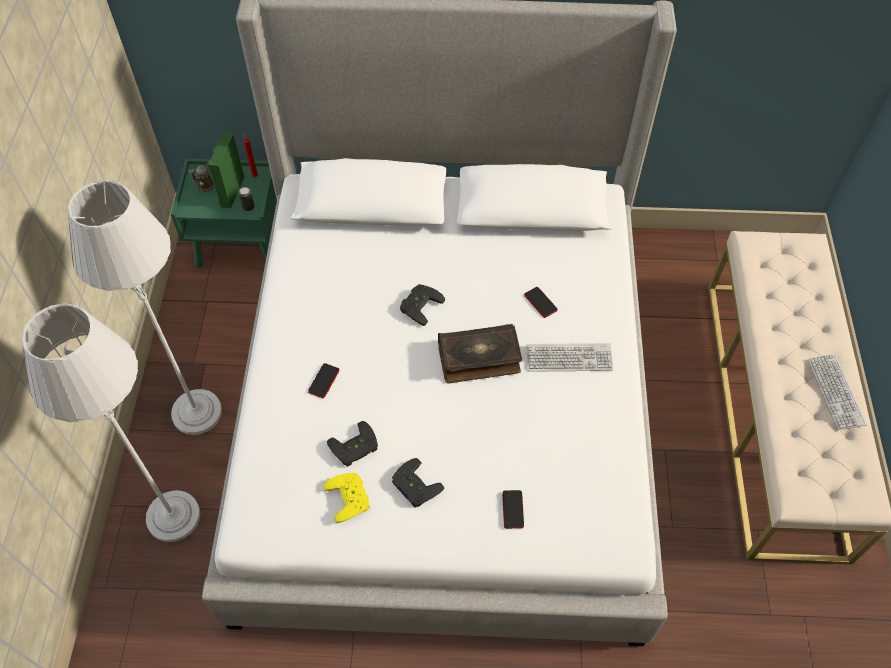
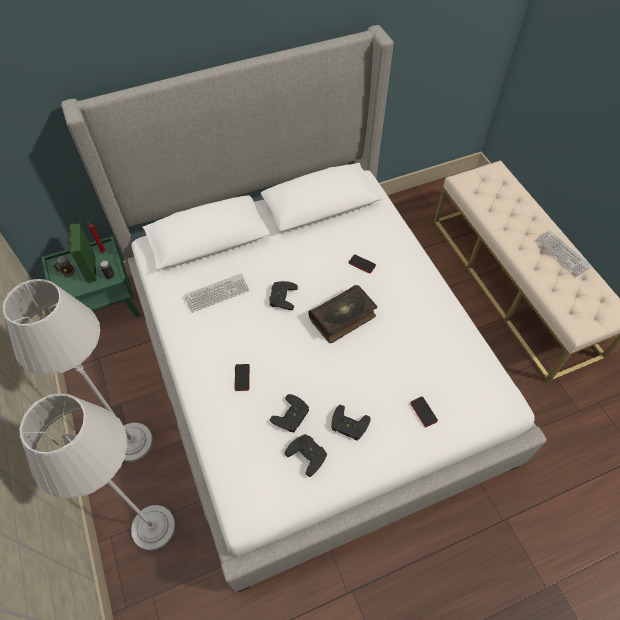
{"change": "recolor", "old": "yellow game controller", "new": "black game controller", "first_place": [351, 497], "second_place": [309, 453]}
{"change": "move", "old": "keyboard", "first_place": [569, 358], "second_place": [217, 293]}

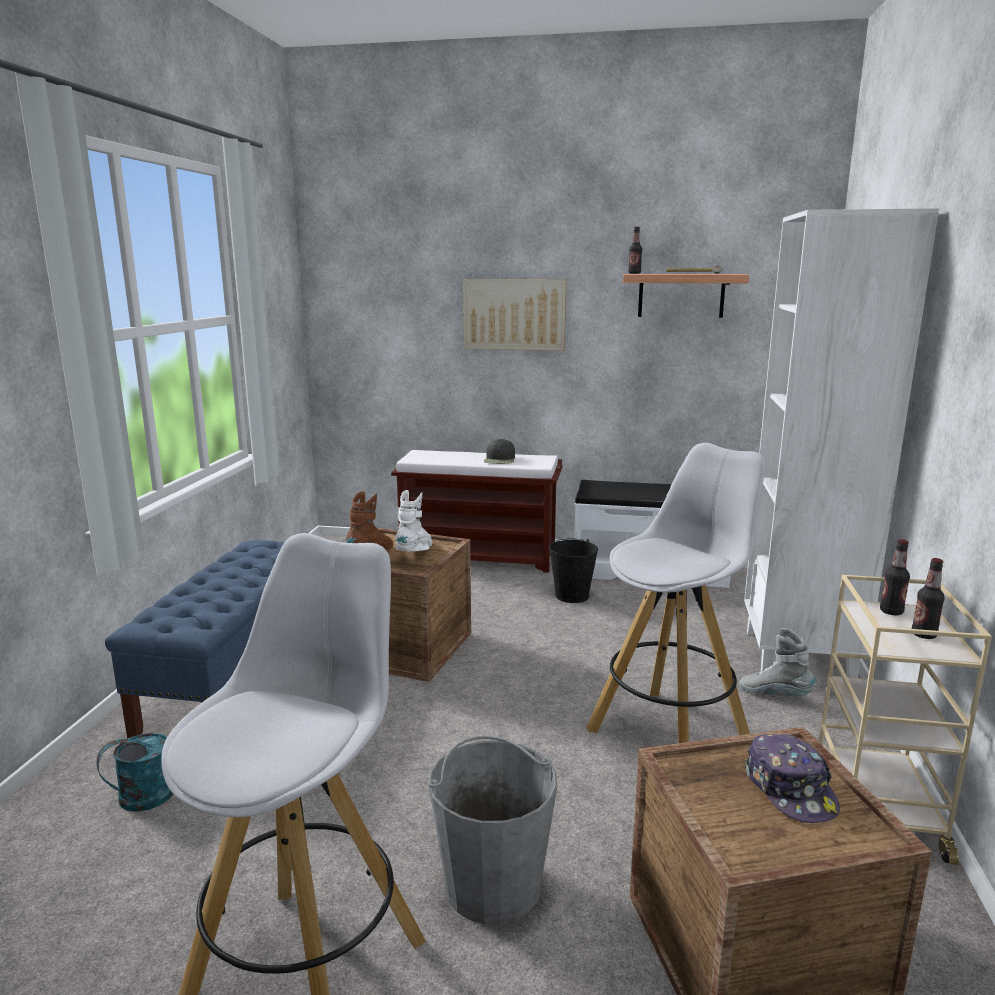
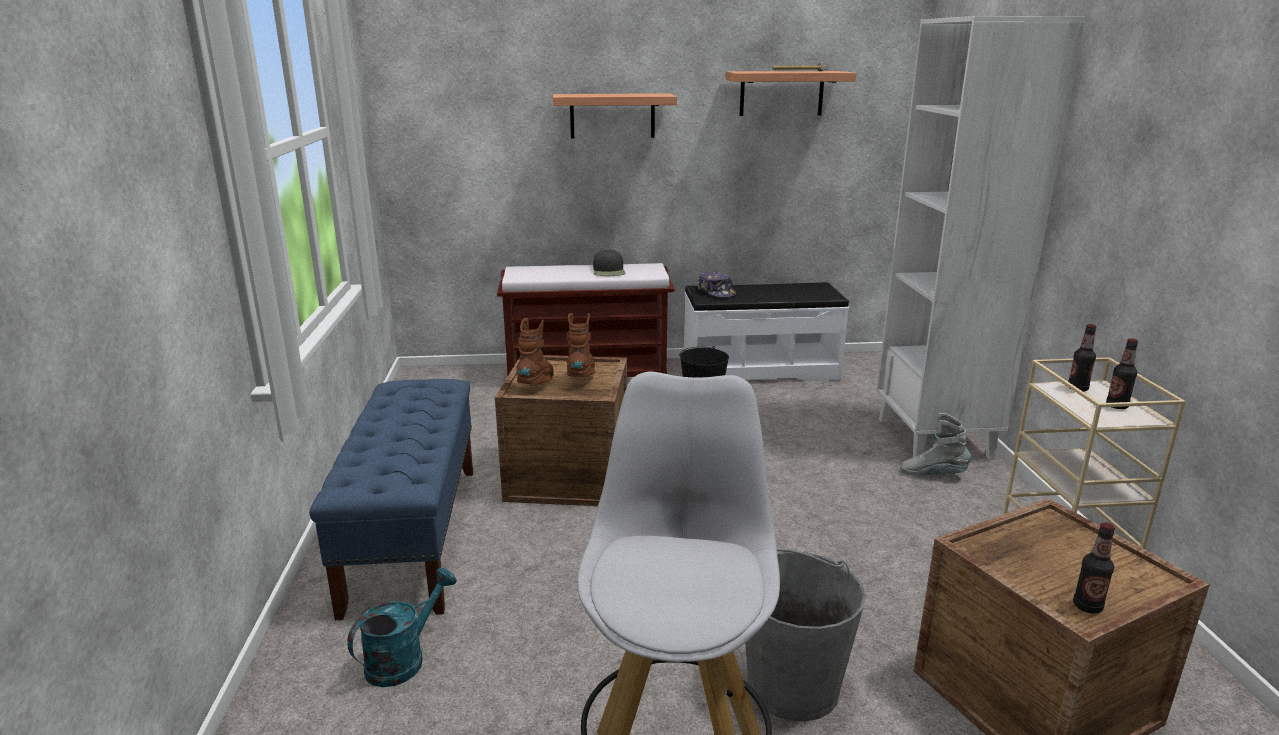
{"change": "recolor", "old": "white boot", "new": "brown boot", "first_place": [416, 553], "second_place": [582, 377]}
{"change": "replace", "old": "picture", "new": "shelf", "first_place": [514, 314], "second_place": [612, 116]}
{"change": "delete", "old": "white stool", "first_place": [669, 733]}
{"change": "move", "old": "bottle", "first_place": [634, 273], "second_place": [1087, 606]}
{"change": "move", "old": "cap", "first_place": [790, 789], "second_place": [716, 292]}

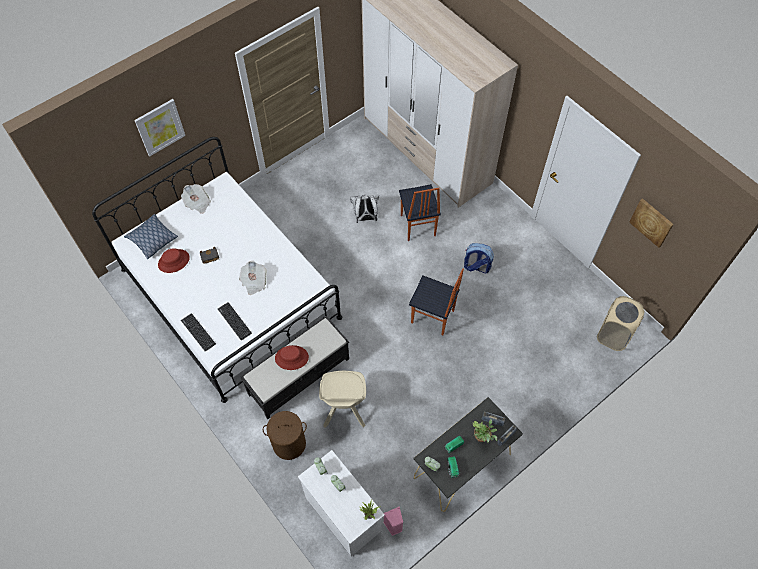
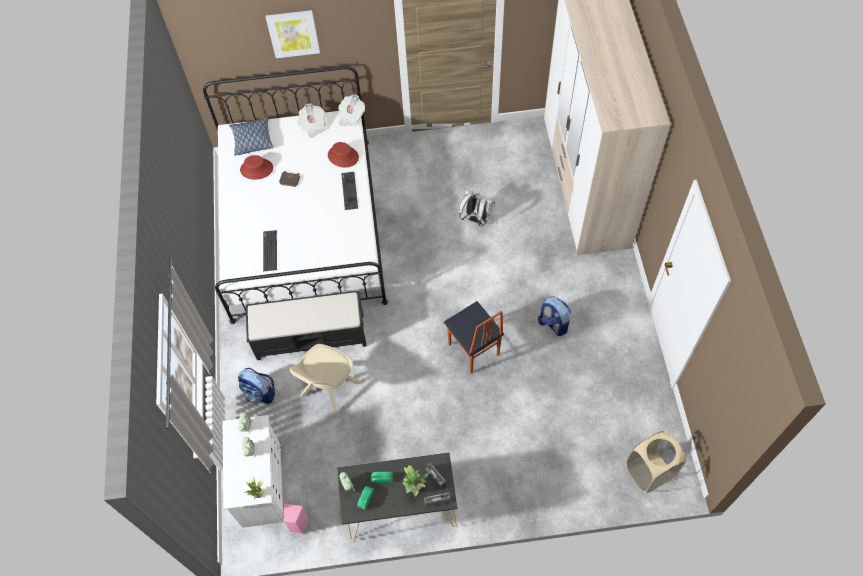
{"change": "move", "old": "keyboard", "first_place": [198, 332], "second_place": [349, 191]}
{"change": "move", "old": "newspaper", "first_place": [254, 282], "second_place": [351, 116]}
{"change": "replace", "old": "brown laundry basket", "new": "backpack", "first_place": [289, 443], "second_place": [260, 393]}
{"change": "move", "old": "red hat", "first_place": [291, 358], "second_place": [343, 156]}
{"change": "delete", "old": "chair", "first_place": [417, 225]}
{"change": "delete", "old": "picture", "first_place": [652, 222]}

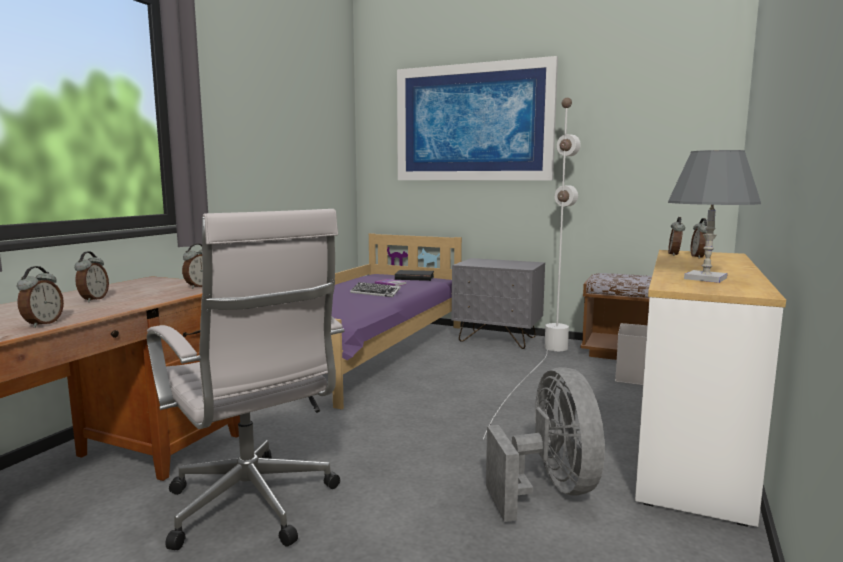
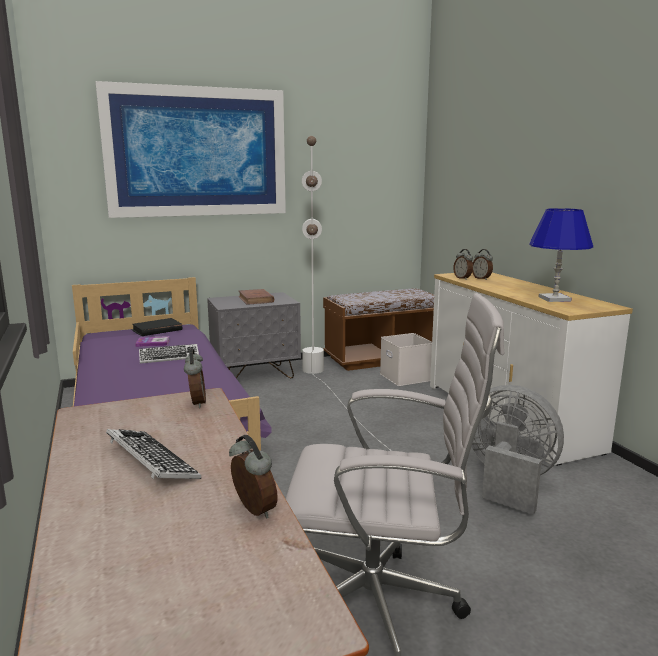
{"change": "replace", "old": "alarm clock", "new": "keyboard", "first_place": [93, 299], "second_place": [151, 462]}
{"change": "recolor", "old": "grey table lamp", "new": "blue table lamp", "first_place": [705, 278], "second_place": [554, 299]}
{"change": "insert", "new": "brown book", "second_place": [256, 299]}

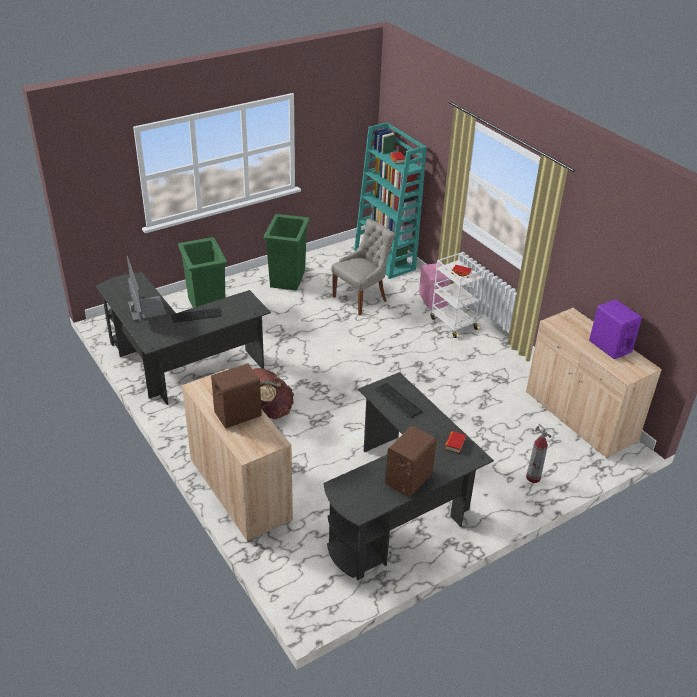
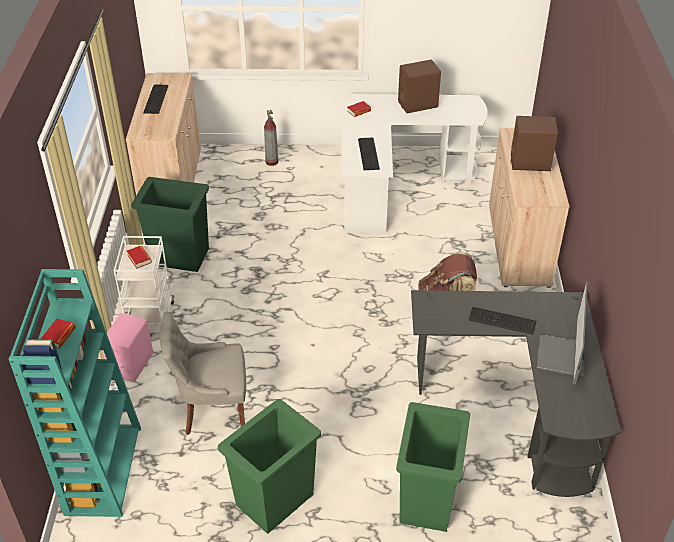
{"change": "recolor", "old": "black desk", "new": "white desk", "first_place": [401, 508], "second_place": [395, 183]}
{"change": "replace", "old": "purple speaker", "new": "keyboard", "first_place": [610, 346], "second_place": [155, 99]}
{"change": "insert", "new": "green trash can", "second_place": [179, 256]}

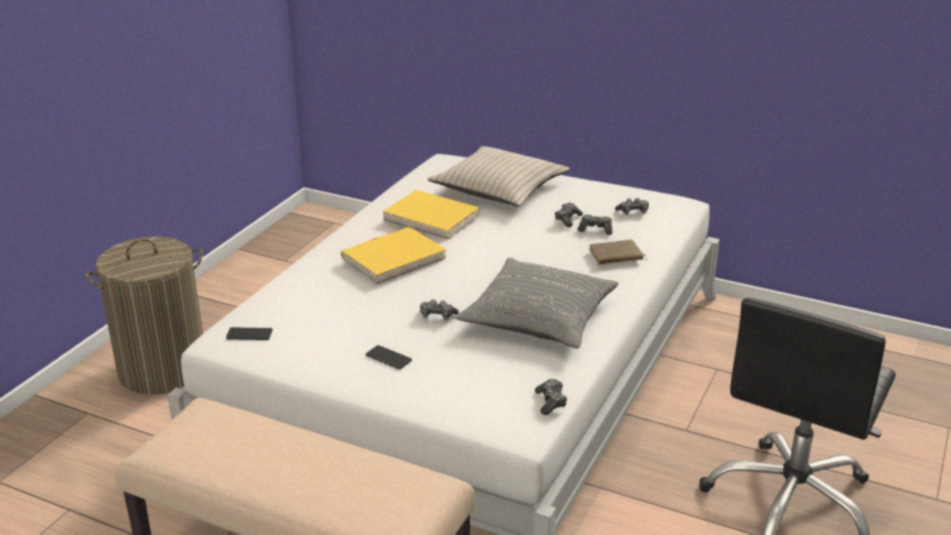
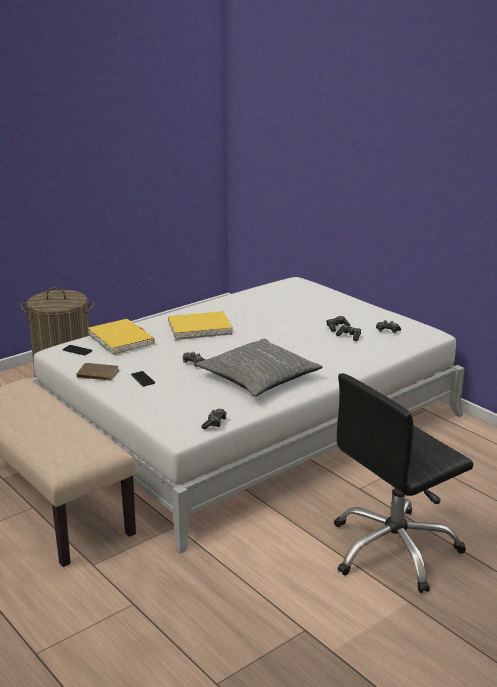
{"change": "move", "old": "yellow book", "first_place": [431, 218], "second_place": [121, 339]}
{"change": "delete", "old": "beige pillow", "first_place": [499, 188]}
{"change": "move", "old": "brown book", "first_place": [616, 256], "second_place": [97, 375]}

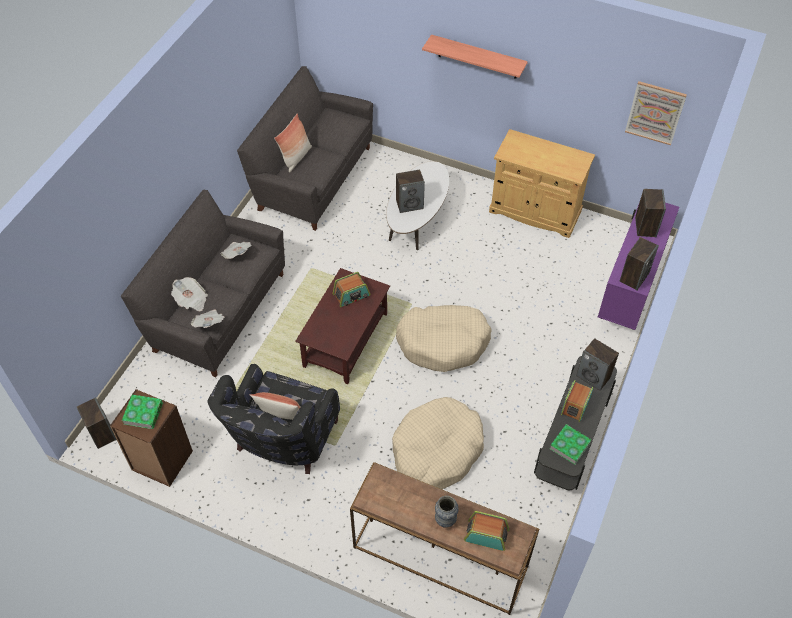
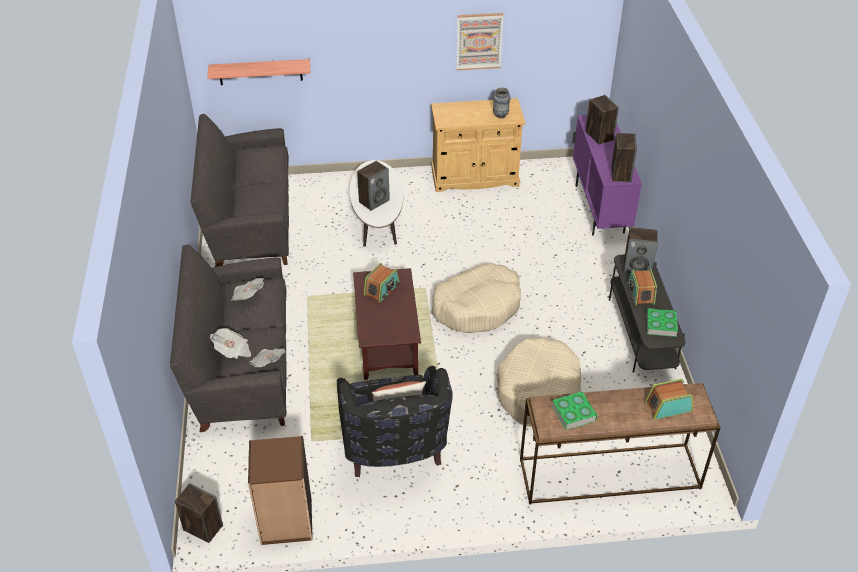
{"change": "move", "old": "book", "first_place": [143, 413], "second_place": [574, 413]}
{"change": "delete", "old": "pillow", "first_place": [296, 157]}
{"change": "move", "old": "shelf", "first_place": [478, 57], "second_place": [260, 72]}
{"change": "move", "old": "vase", "first_place": [445, 520], "second_place": [500, 115]}
{"change": "move", "old": "picture", "first_place": [655, 112], "second_place": [479, 41]}

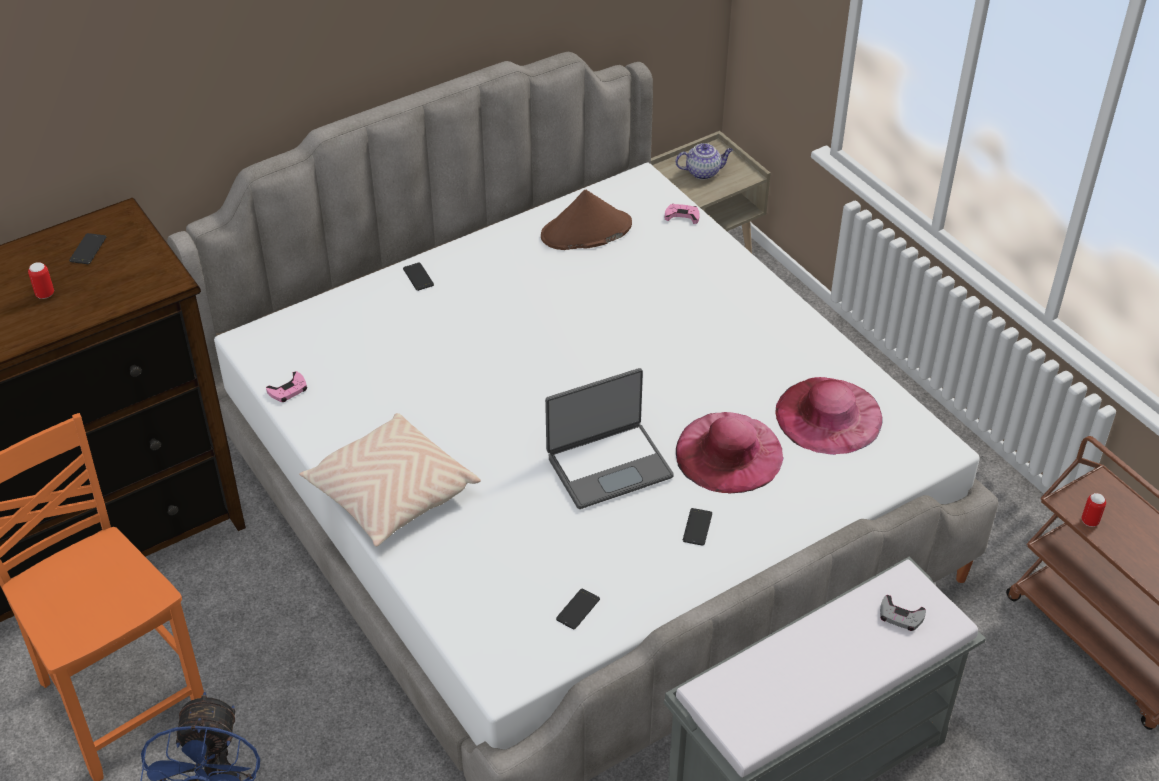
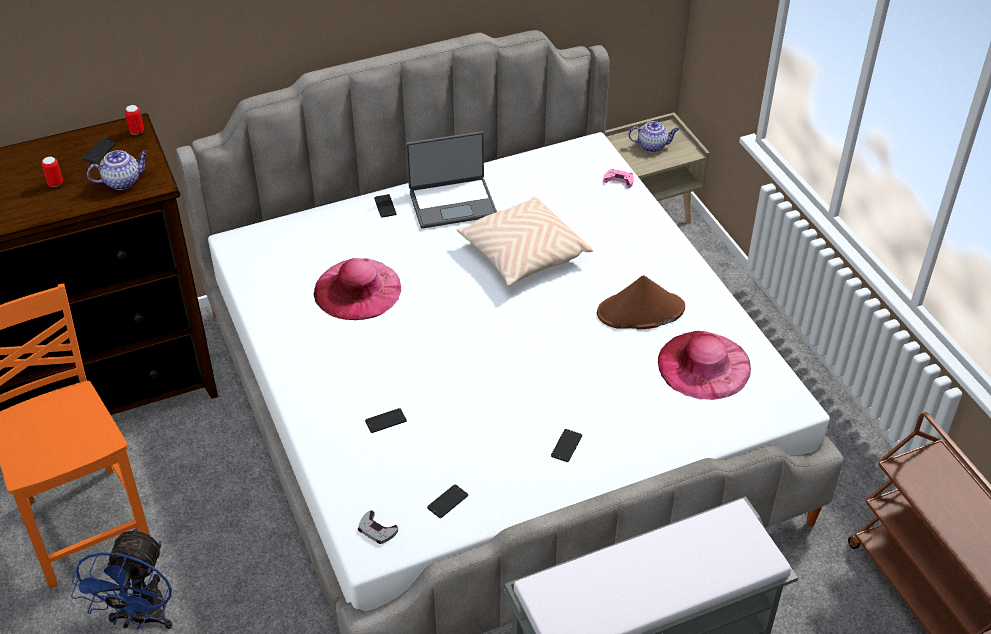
{"change": "delete", "old": "pink game controller", "first_place": [288, 390]}
{"change": "move", "old": "beige pillow", "first_place": [391, 494], "second_place": [523, 254]}
{"change": "move", "old": "brown hat", "first_place": [586, 231], "second_place": [640, 311]}
{"change": "move", "old": "laptop", "first_place": [608, 465], "second_place": [452, 203]}
{"change": "move", "old": "pink hat", "first_place": [729, 452], "second_place": [357, 289]}
{"change": "move", "old": "grey game controller", "first_place": [900, 616], "second_place": [377, 530]}
{"change": "move", "old": "can", "first_place": [1090, 521], "second_place": [137, 131]}
{"change": "insert", "new": "teapot", "second_place": [123, 181]}
{"change": "insert", "new": "phone", "second_place": [386, 421]}

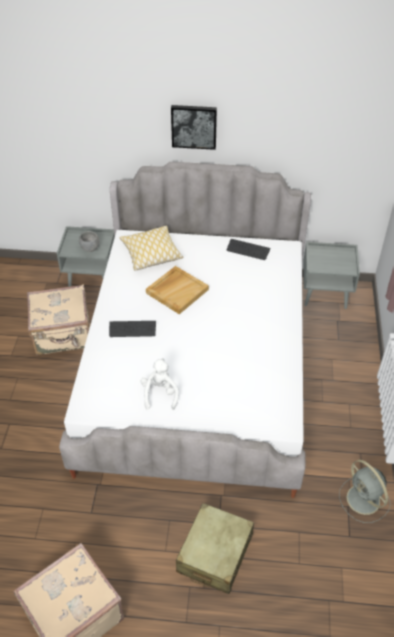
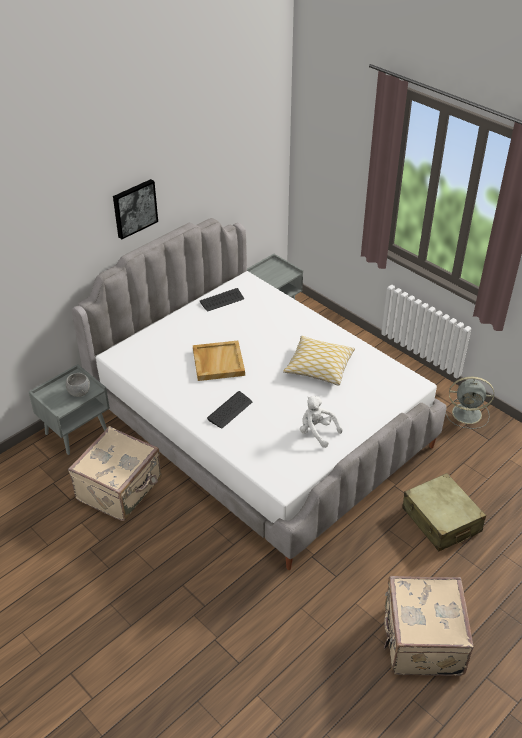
{"change": "move", "old": "pillow", "first_place": [151, 254], "second_place": [319, 367]}

